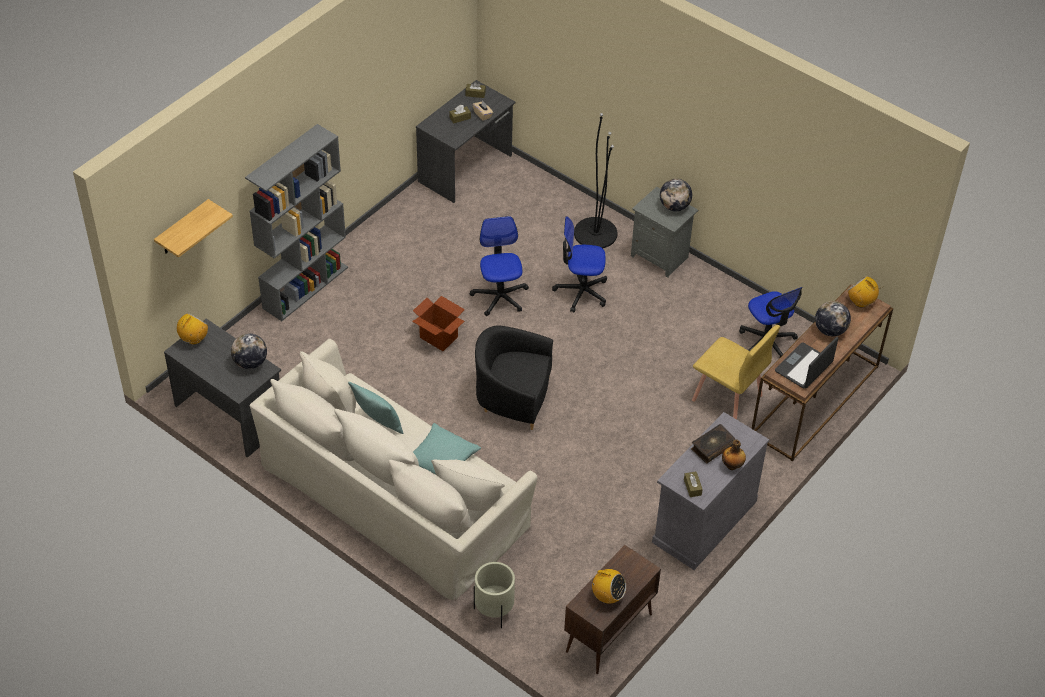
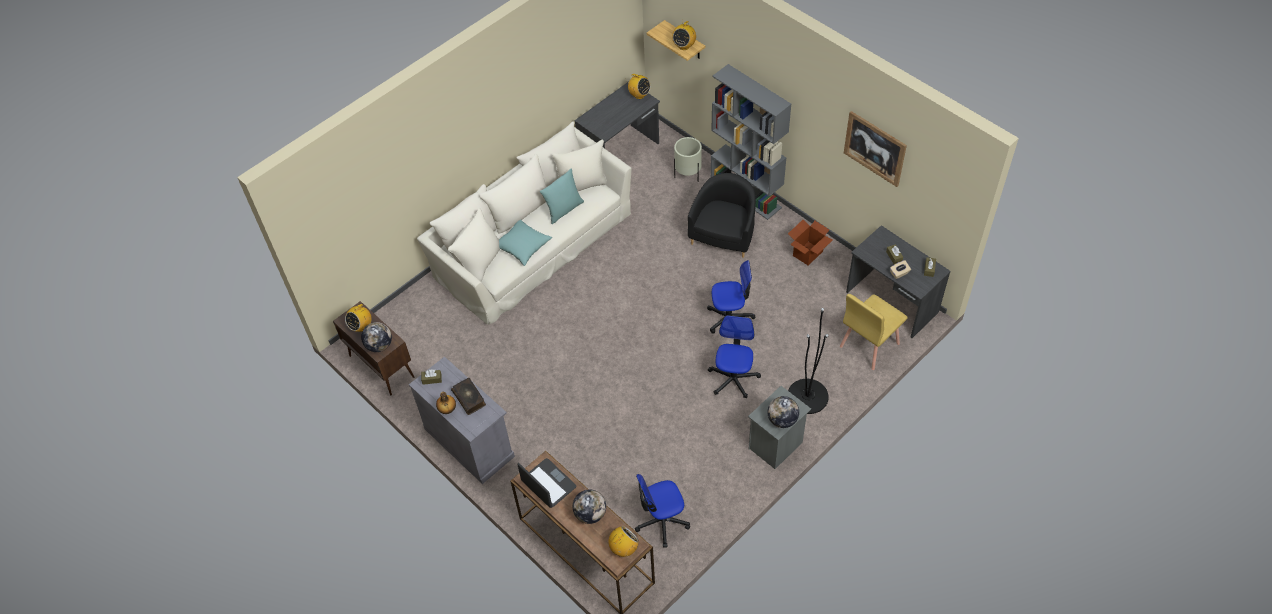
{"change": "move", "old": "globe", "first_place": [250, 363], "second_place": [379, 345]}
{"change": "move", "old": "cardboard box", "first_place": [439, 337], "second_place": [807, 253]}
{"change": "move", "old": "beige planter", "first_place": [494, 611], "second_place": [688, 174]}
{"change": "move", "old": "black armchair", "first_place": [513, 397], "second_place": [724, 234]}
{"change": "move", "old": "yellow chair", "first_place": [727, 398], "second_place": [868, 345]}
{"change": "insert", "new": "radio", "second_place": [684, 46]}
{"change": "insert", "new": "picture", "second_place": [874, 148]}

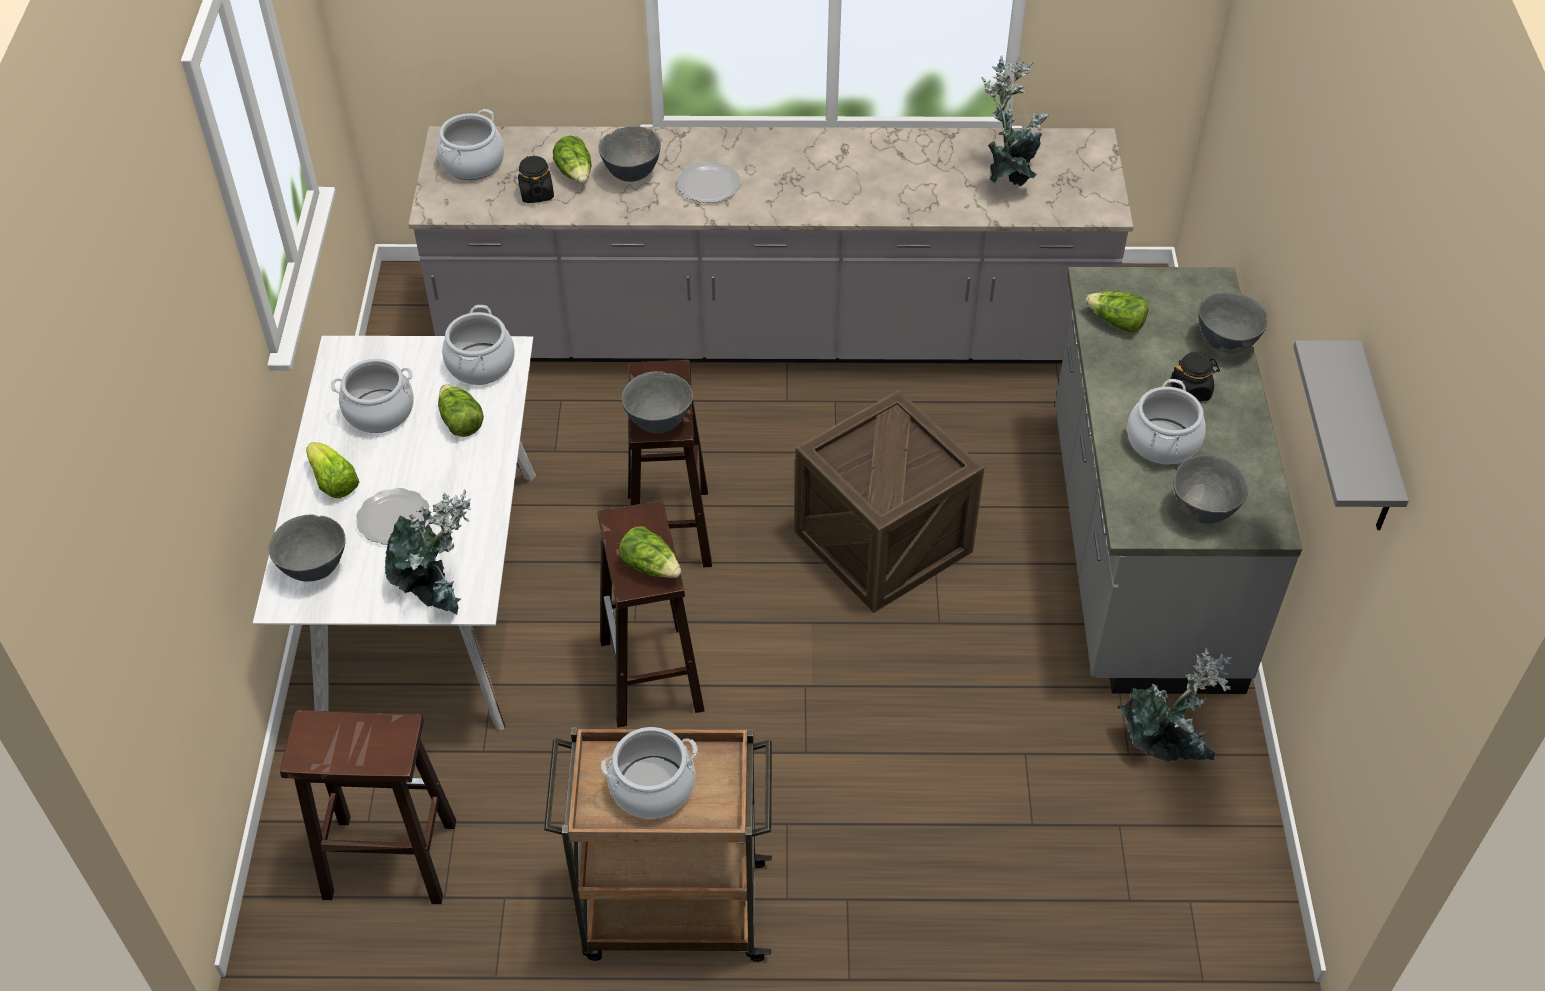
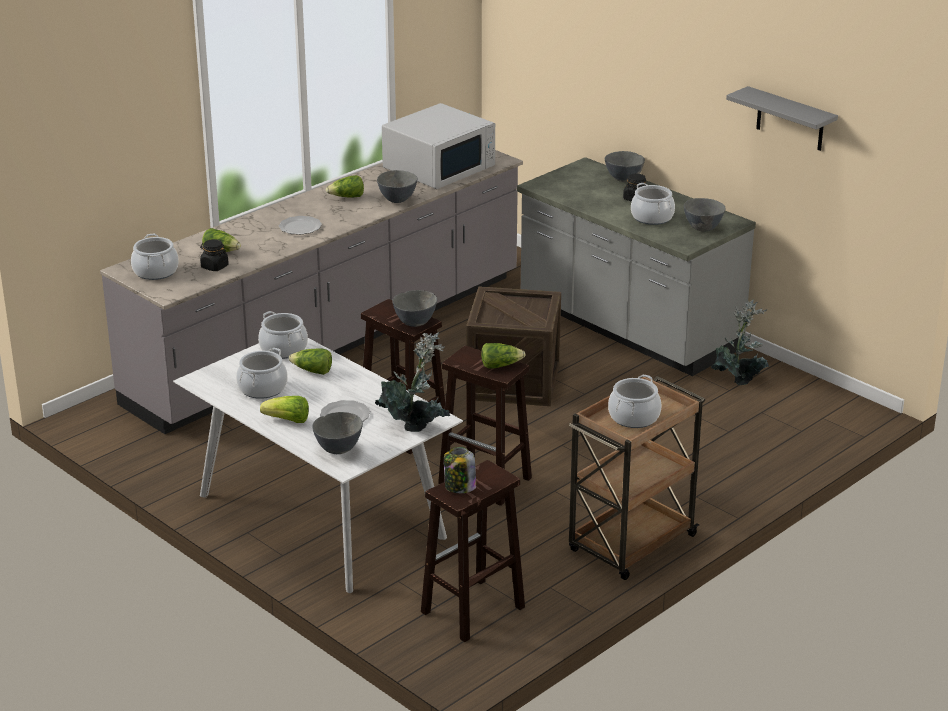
{"change": "move", "old": "grey bowl", "first_place": [631, 174], "second_place": [397, 200]}
{"change": "replace", "old": "potted plant", "new": "white microwave", "first_place": [1008, 177], "second_place": [440, 167]}
{"change": "move", "old": "lettuce", "first_place": [1116, 322], "second_place": [347, 197]}
{"change": "insert", "new": "jar", "second_place": [459, 487]}

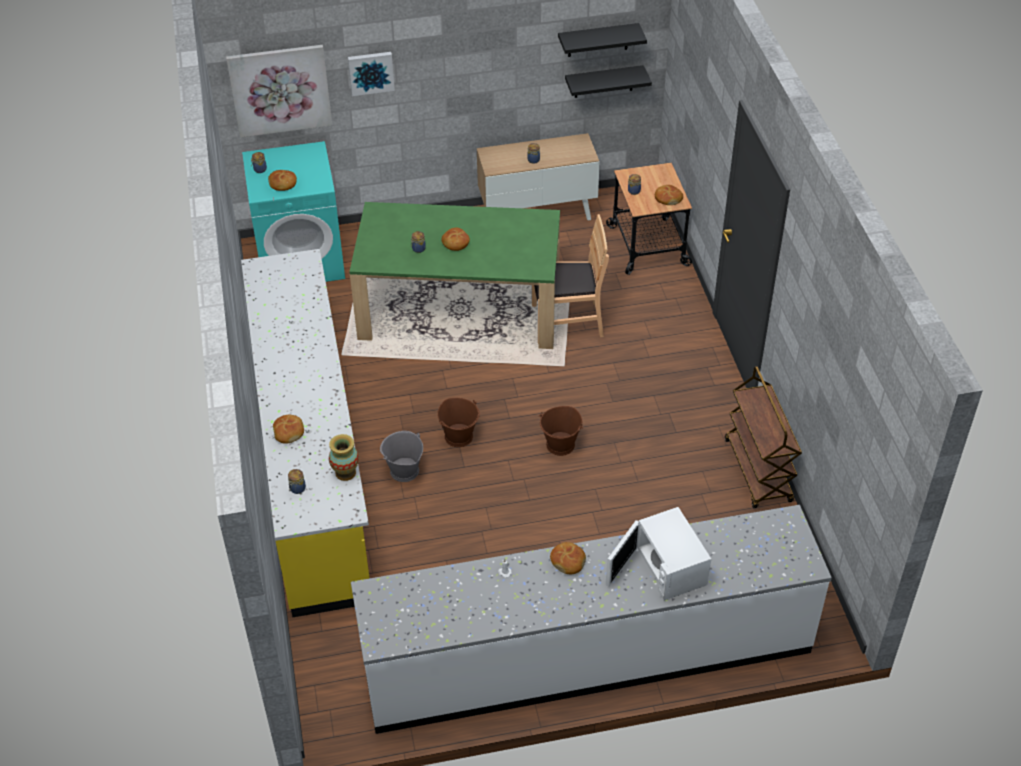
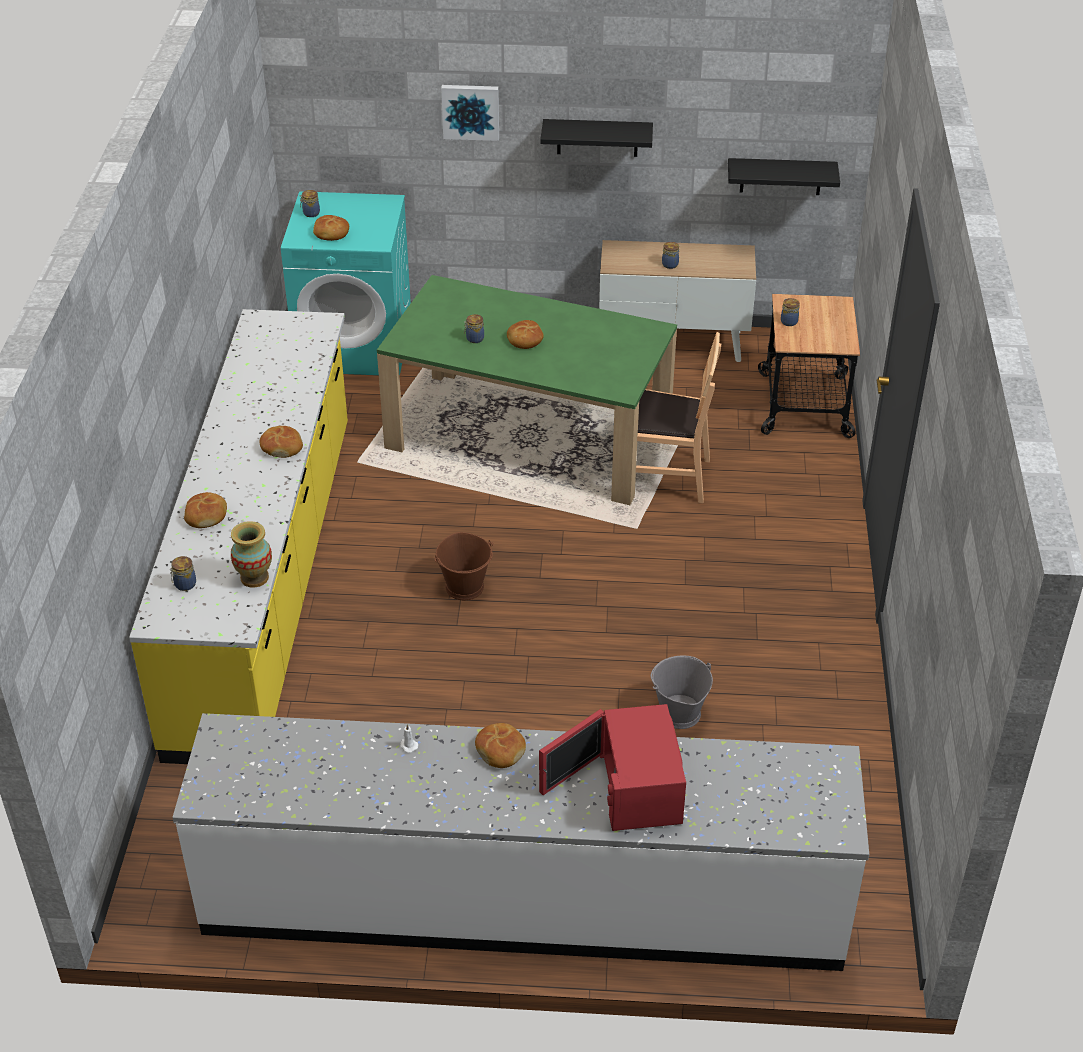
{"change": "delete", "old": "picture", "first_place": [280, 90]}
{"change": "move", "old": "grey bucket", "first_place": [404, 471], "second_place": [679, 713]}
{"change": "delete", "old": "brown bucket", "first_place": [561, 445]}
{"change": "move", "old": "black shelf", "first_place": [598, 40], "second_place": [597, 137]}
{"change": "recolor", "old": "white microwave", "new": "red microwave", "first_place": [666, 566], "second_place": [634, 786]}
{"change": "move", "old": "bread", "first_place": [668, 198], "second_place": [282, 447]}
{"change": "delete", "old": "brown cart", "first_place": [758, 471]}

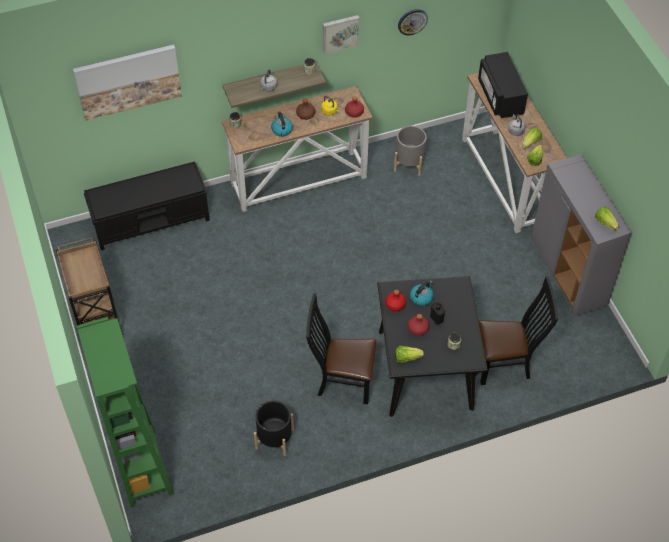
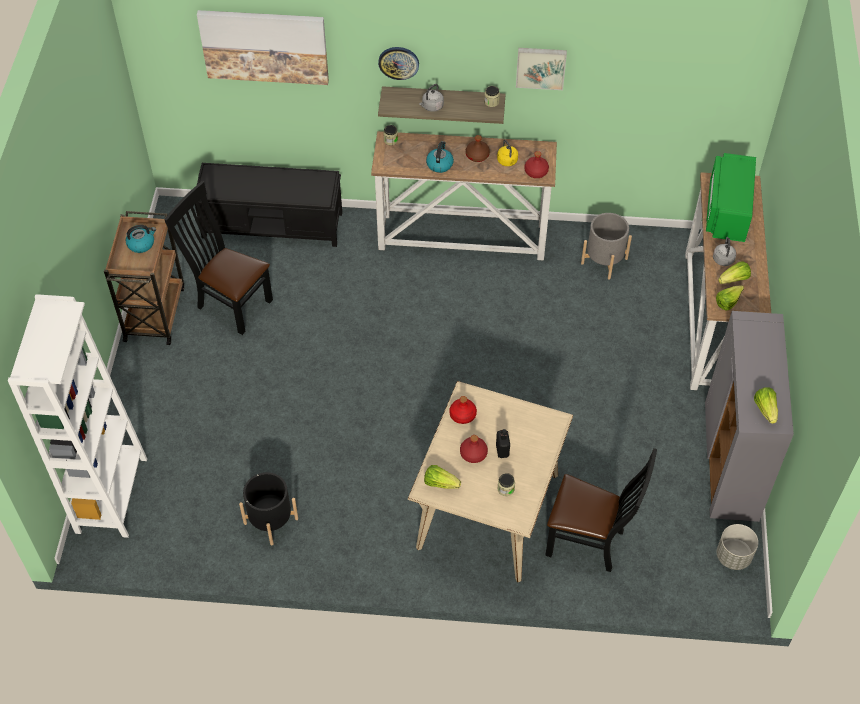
{"change": "recolor", "old": "green bookcase", "new": "white bookcase", "first_place": [143, 468], "second_place": [111, 495]}
{"change": "move", "old": "black chair", "first_place": [341, 381], "second_place": [230, 303]}
{"change": "recolor", "old": "black dining table", "new": "beige dining table", "first_place": [425, 369], "second_place": [488, 510]}
{"change": "move", "old": "wall clock", "first_place": [412, 21], "second_place": [398, 62]}
{"change": "move", "old": "kettle", "first_place": [421, 297], "second_place": [141, 244]}
{"change": "recolor", "old": "black microwave", "new": "green microwave", "first_place": [500, 96], "second_place": [727, 211]}
{"change": "insert", "new": "grey planter", "second_place": [733, 556]}

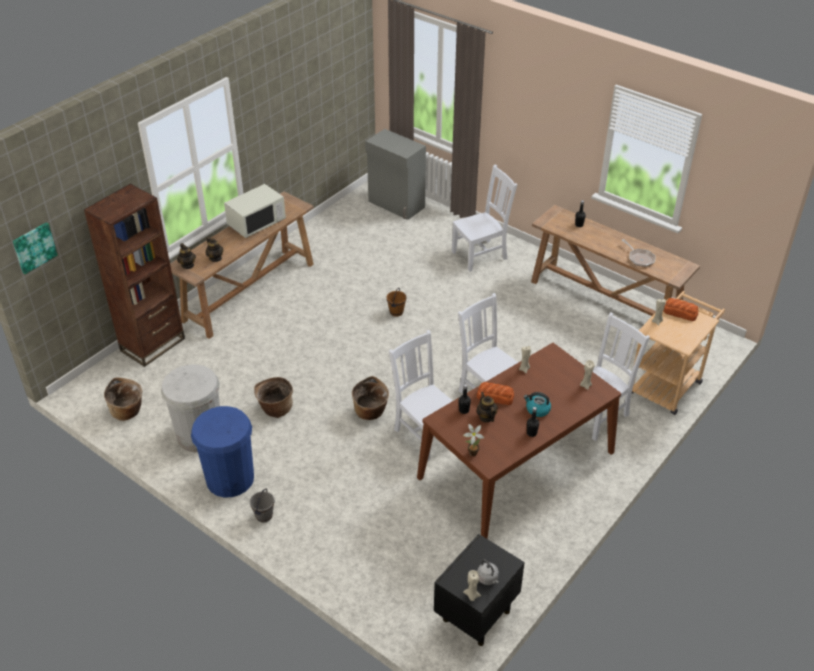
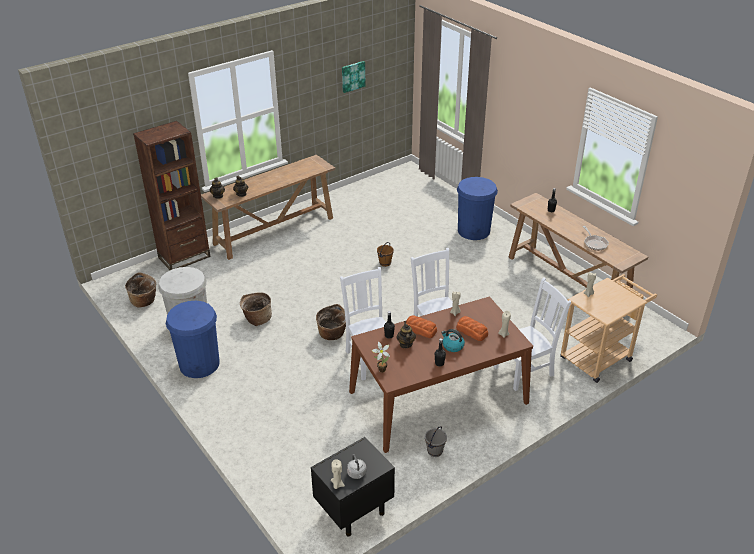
{"change": "move", "old": "picture", "first_place": [34, 247], "second_place": [353, 76]}
{"change": "delete", "old": "white microwave", "first_place": [256, 223]}
{"change": "move", "old": "grey bucket", "first_place": [264, 516], "second_place": [434, 451]}
{"change": "delete", "old": "grey cabinet", "first_place": [396, 205]}
{"change": "replace", "old": "white chair", "new": "blue trash can", "first_place": [481, 255], "second_place": [473, 231]}
{"change": "move", "old": "bread", "first_place": [679, 312], "second_place": [471, 331]}

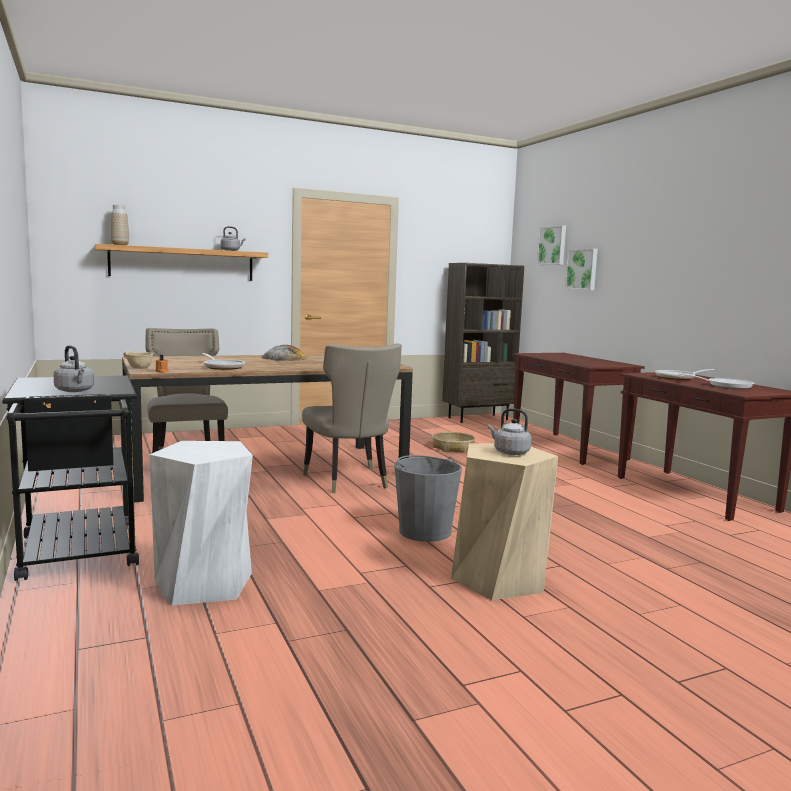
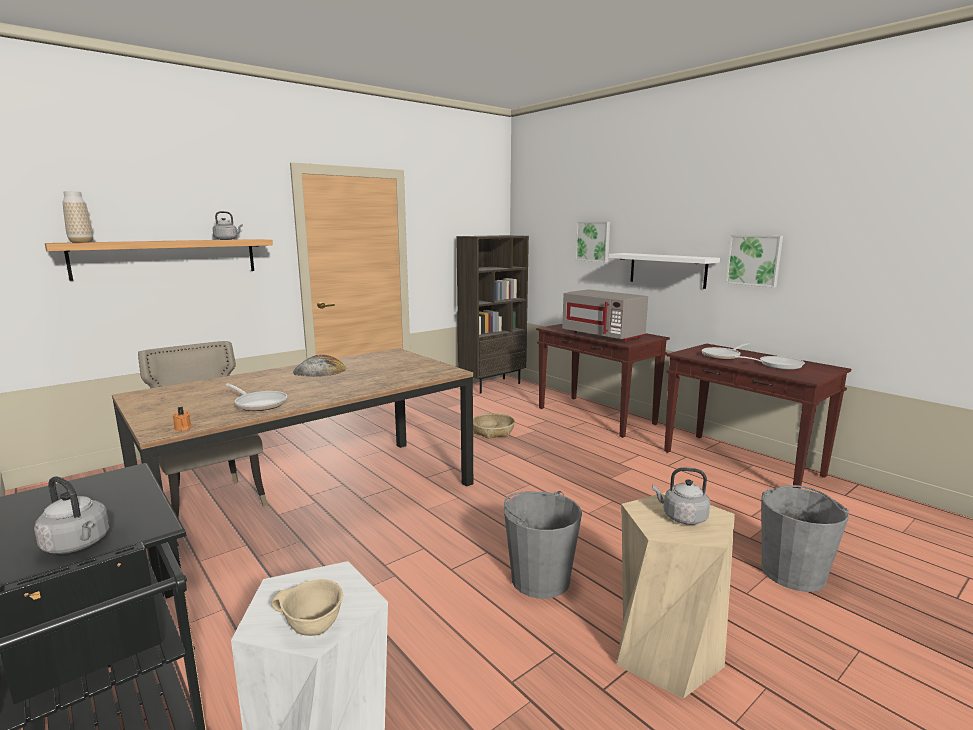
{"change": "move", "old": "beige bowl", "first_place": [139, 368], "second_place": [312, 628]}
{"change": "delete", "old": "beige chair", "first_place": [349, 481]}
{"change": "move", "old": "picture", "first_place": [552, 245], "second_place": [754, 260]}
{"change": "insert", "new": "grey microwave", "second_place": [603, 335]}
{"change": "insert", "new": "white shelf", "second_place": [667, 270]}
{"change": "insert", "new": "grey bucket", "second_place": [793, 573]}

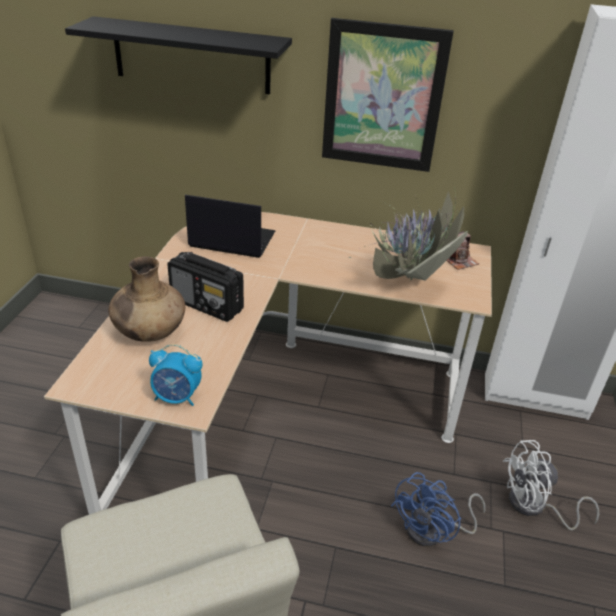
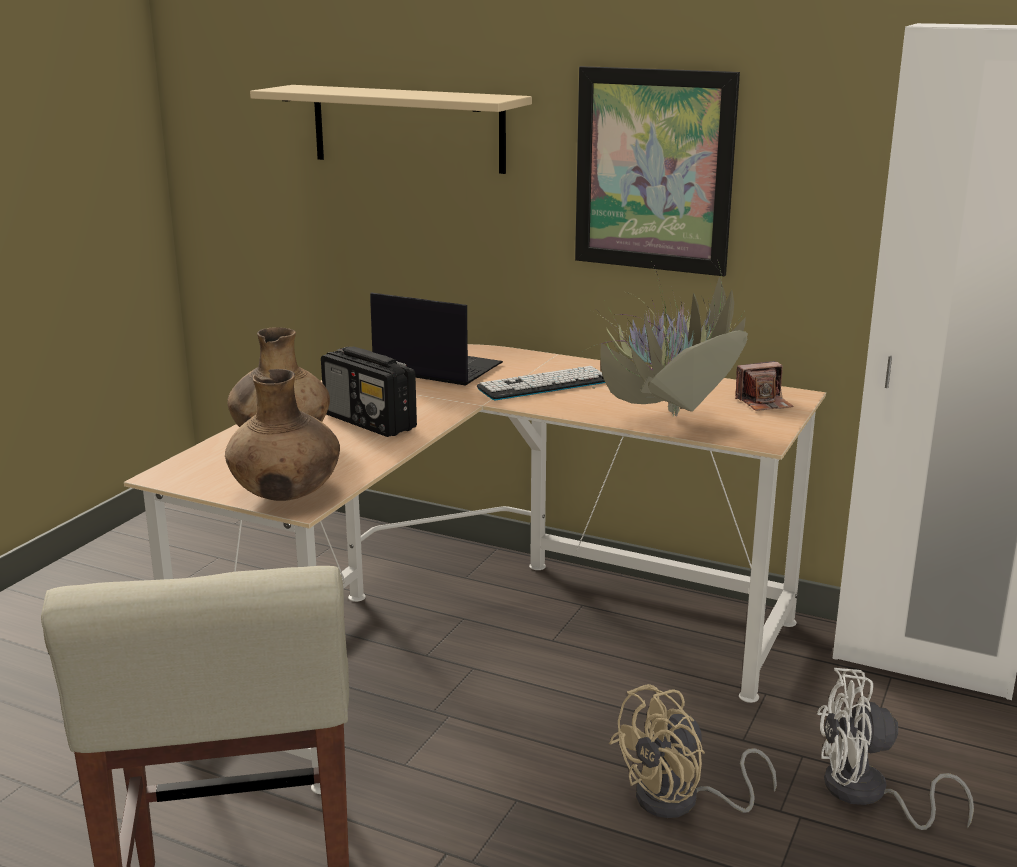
{"change": "recolor", "old": "black shelf", "new": "beige shelf", "first_place": [191, 56], "second_place": [407, 128]}
{"change": "replace", "old": "alarm clock", "new": "brown vase", "first_place": [177, 397], "second_place": [287, 495]}
{"change": "recolor", "old": "blue fan", "new": "beige fan", "first_place": [433, 531], "second_place": [681, 801]}
{"change": "insert", "new": "keyboard", "second_place": [544, 385]}

